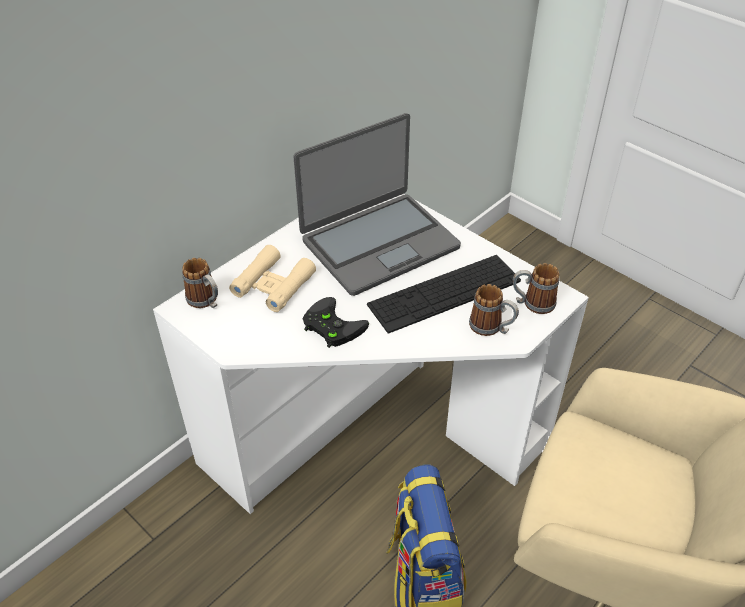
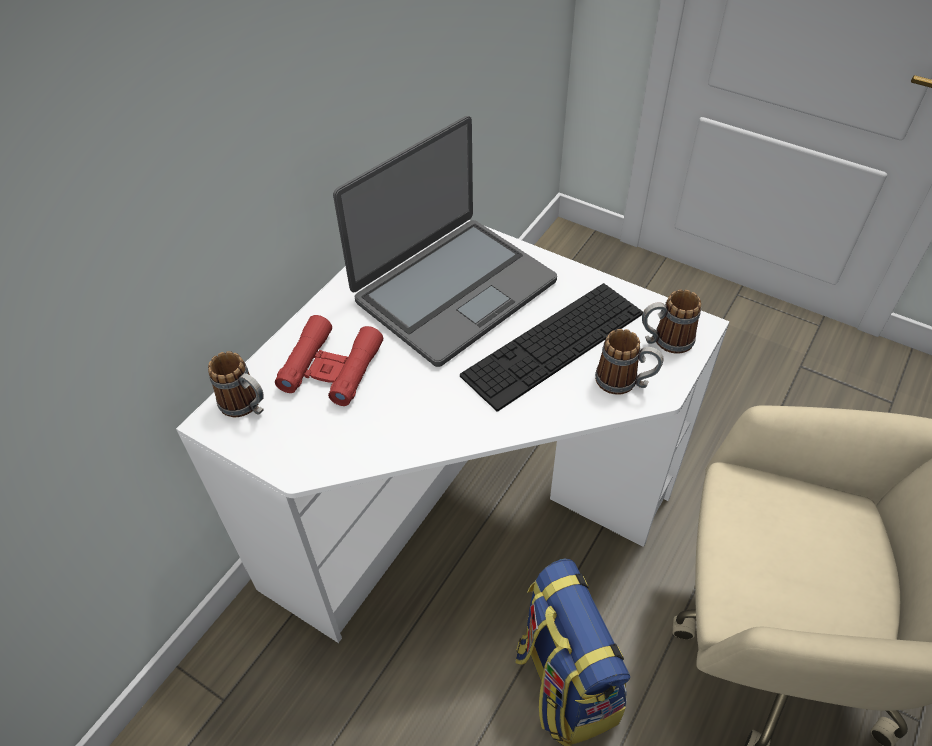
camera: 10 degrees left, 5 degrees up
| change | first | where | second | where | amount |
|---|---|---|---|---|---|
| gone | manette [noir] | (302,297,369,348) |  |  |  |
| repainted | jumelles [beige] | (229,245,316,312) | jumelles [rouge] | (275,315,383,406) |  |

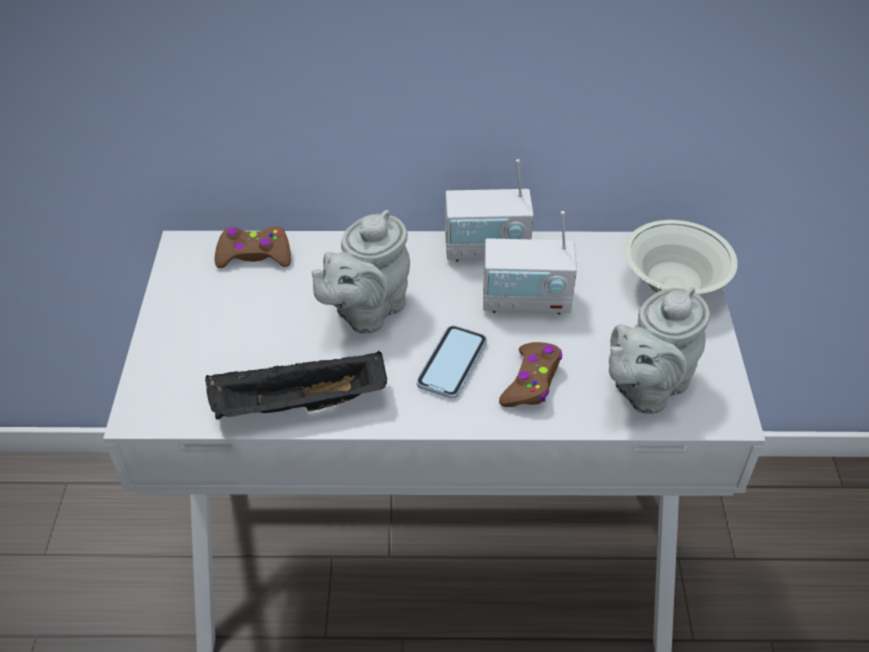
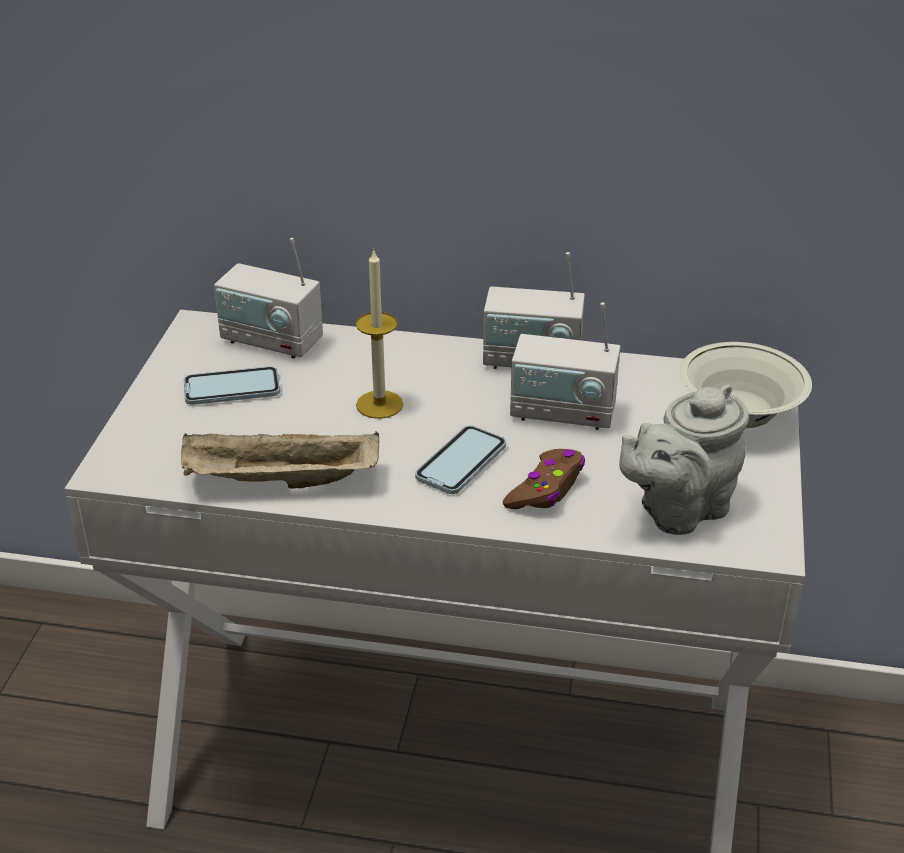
camera: 10 degrees right, 10 degrees down
| change | first | where | second | where | amount |
|---|---|---|---|---|---|
| new |  |  | téléphone | (184,366,280,405) |  |
| swapped | manette [marron] | (214,226,291,268) | radio | (214,238,323,358) |  |
| swapped | théière [gris] | (311,210,410,334) | bougie | (356,249,403,419) |  |
| repainted | plateau [noir] | (205,351,387,420) | plateau [beige] | (181,431,379,488) |  |

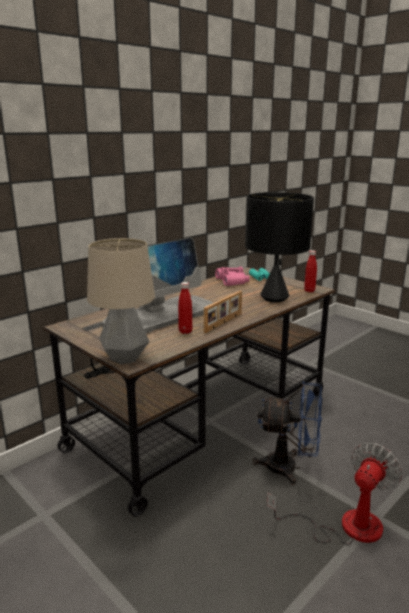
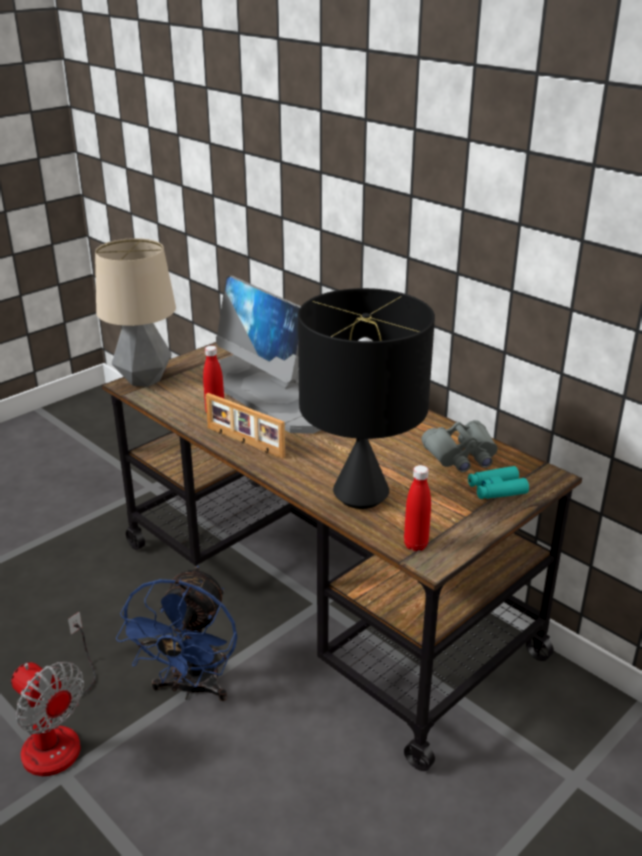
camera: 90 degrees right, 10 degrees up
| change | first | where | second | where | amount |
|---|---|---|---|---|---|
| repainted | jumelles [rose] | (215,266,250,286) | jumelles [gris] | (421,420,498,472) |  |

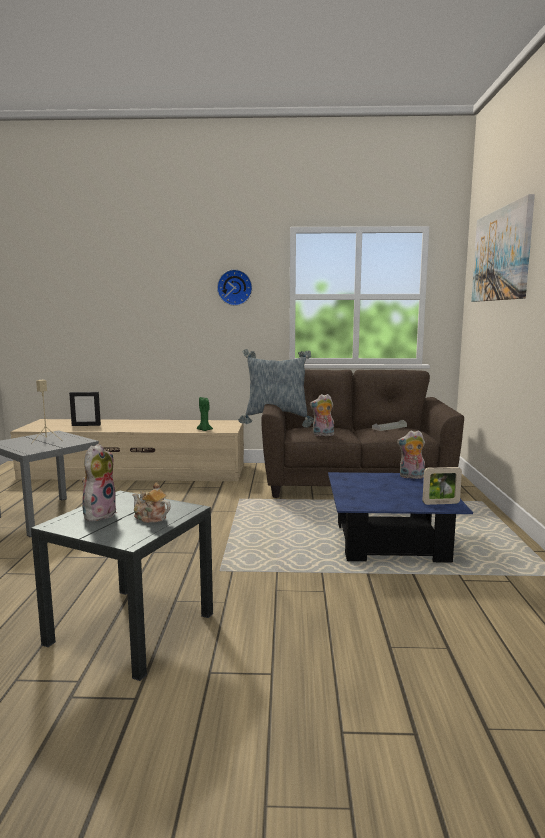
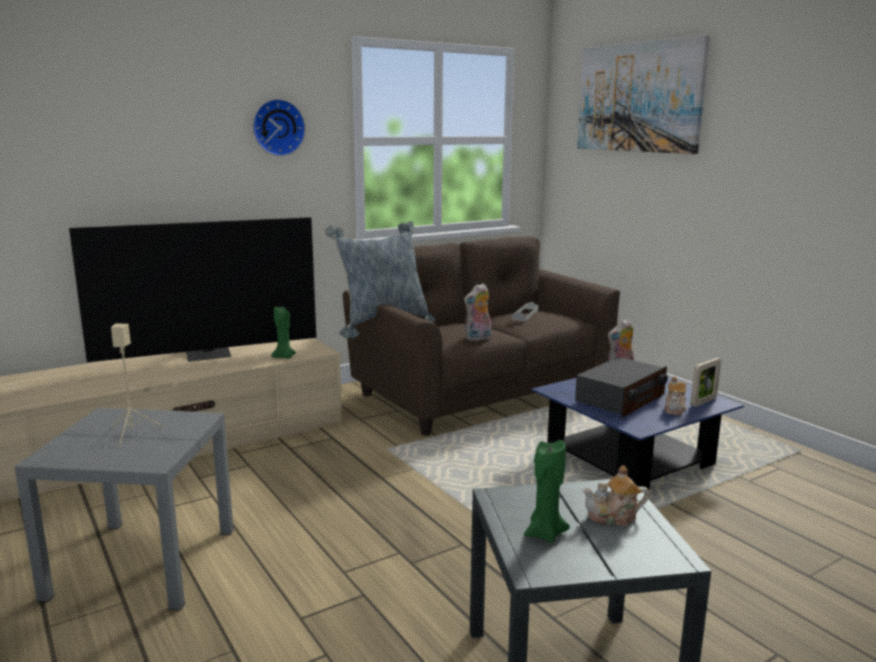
camera: 35 degrees left, 5 degrees up
| change | first | where | second | where | amount |
|---|---|---|---|---|---|
| gone | cadre photo | (69,392,101,426) |  |  |  |
| new |  |  | téléviseur | (69,217,316,362) |  |
| new |  |  | radio | (575,357,668,417) |  |
| new |  |  | théière | (665,377,686,415) |  |
| swapped | peluche | (82,444,117,521) | bougie [vert] | (524,440,570,543) |  |

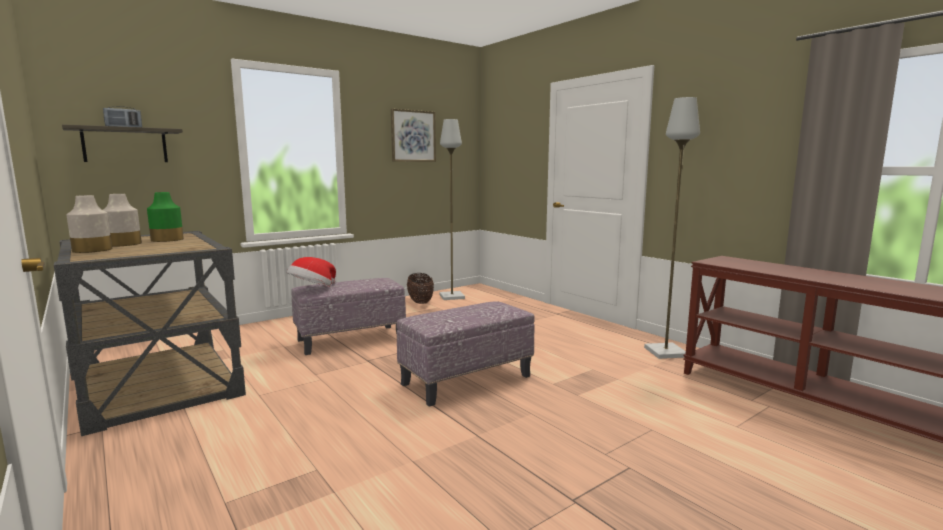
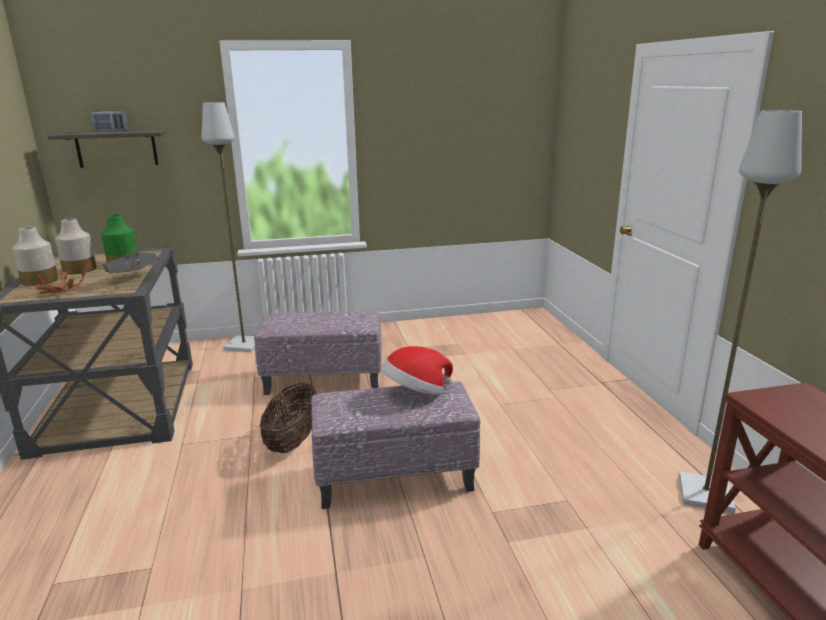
camera: 25 degrees right, 10 degrees up
| change | first | where | second | where | amount |
|---|---|---|---|---|---|
| gone | tableau | (391,109,436,162) |  |  |  |
| new |  |  | plante en pot | (35,263,91,294) |  |
| new |  |  | journal | (102,253,160,274) |  |
| shifted | chapeau | (287,257,336,287) |  | (381,346,453,395) |  |
| shifted | panier | (407,273,434,304) |  | (260,383,317,453) |  |
| shifted | lampadaire [gris] | (439,119,465,300) |  | (202,102,255,352) |  |

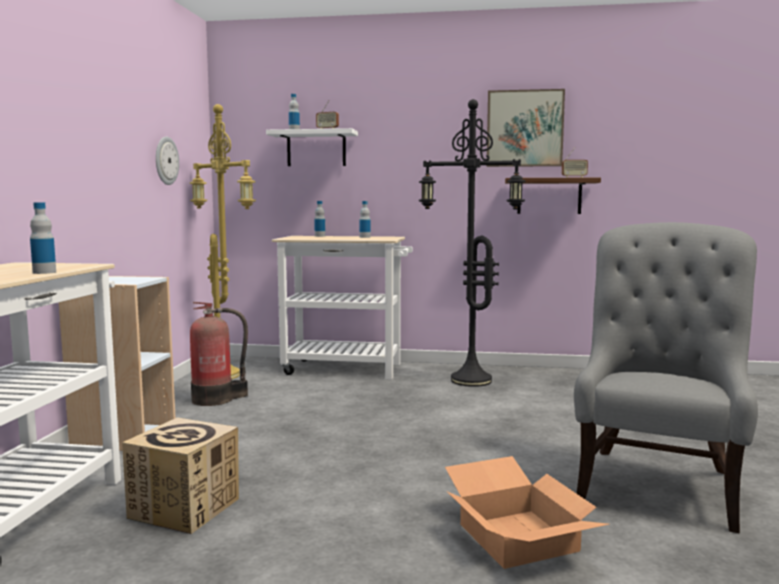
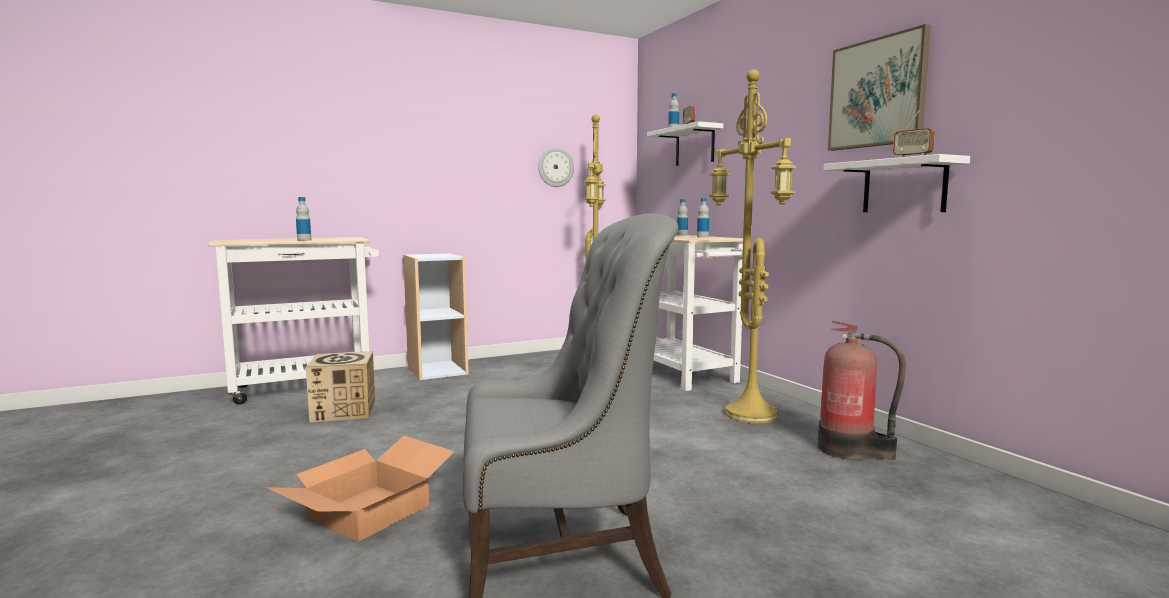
camera: 55 degrees right, 0 degrees up
| change | first | where | second | where | amount |
|---|---|---|---|---|---|
| shifted | extincteur | (190,302,248,406) |  | (818,321,906,460) |  |
| repainted | lampadaire [noir] | (419,99,525,387) | lampadaire [jaune] | (709,69,796,423) |  |
| repainted | étagère [marron] | (505,177,601,214) | étagère [blanc] | (823,154,970,212) |  |

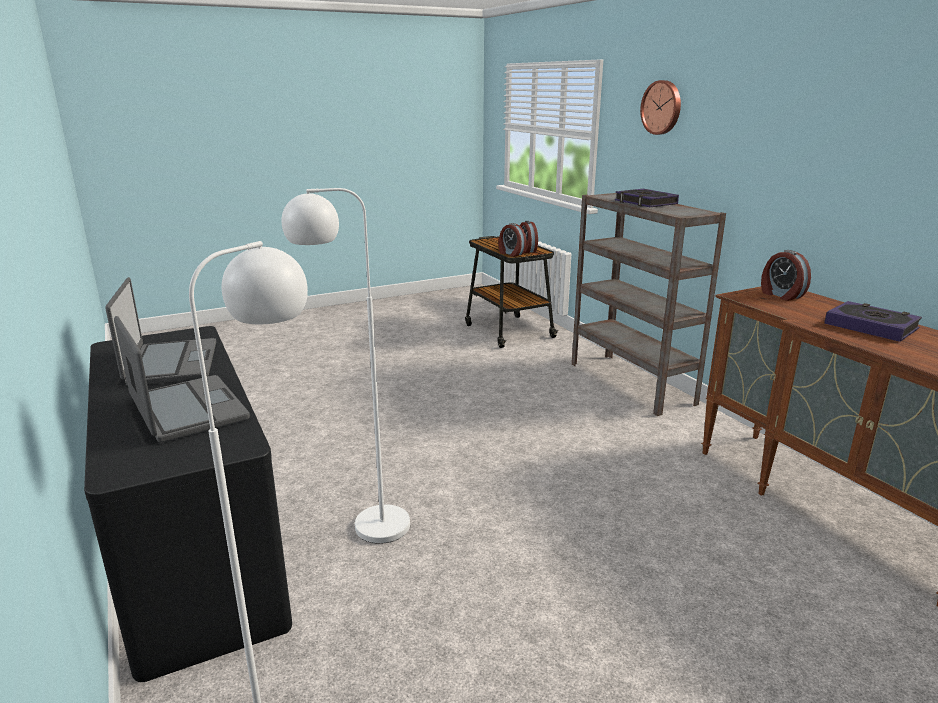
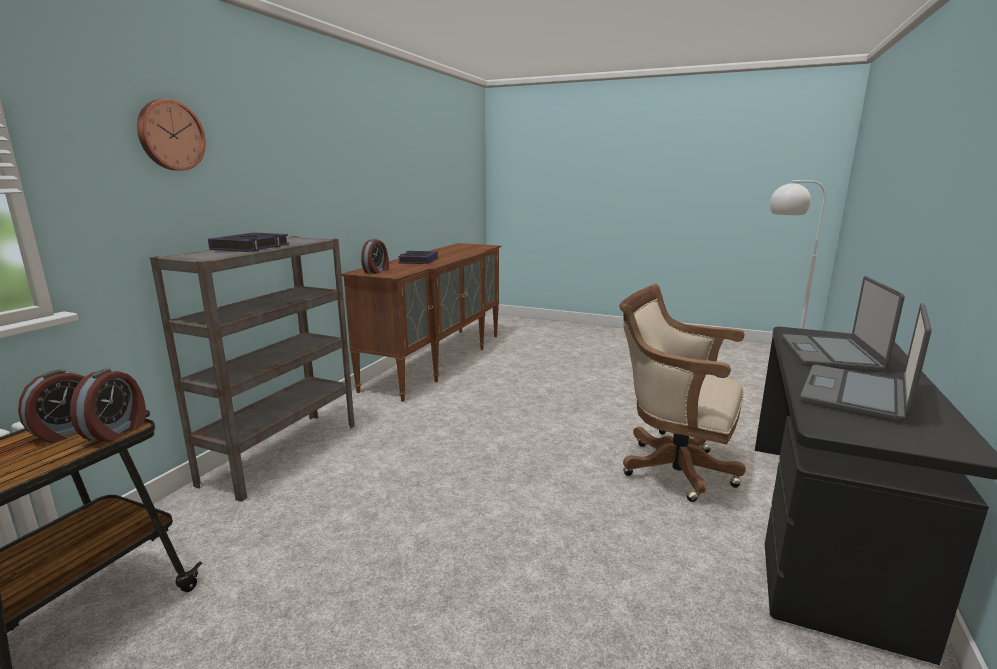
camera: 130 degrees left, 5 degrees down
| change | first | where | second | where | amount |
|---|---|---|---|---|---|
| swapped | lampadaire [blanc] | (282,188,410,544) | chaise de bureau | (619,284,746,502) |  |

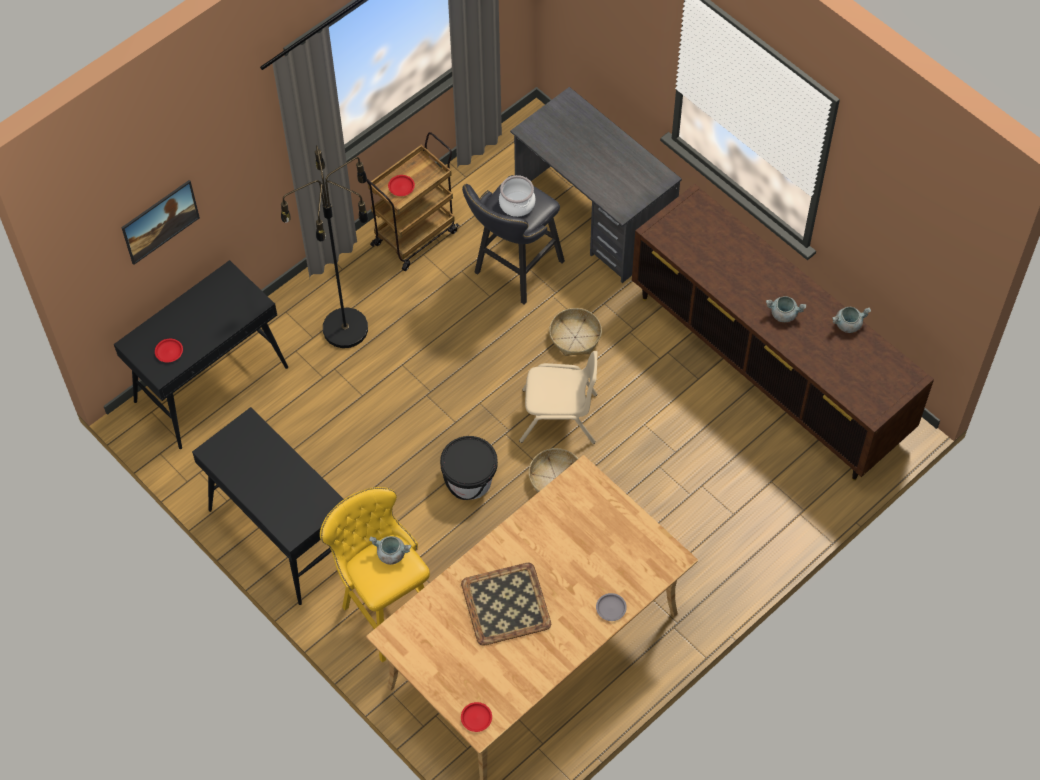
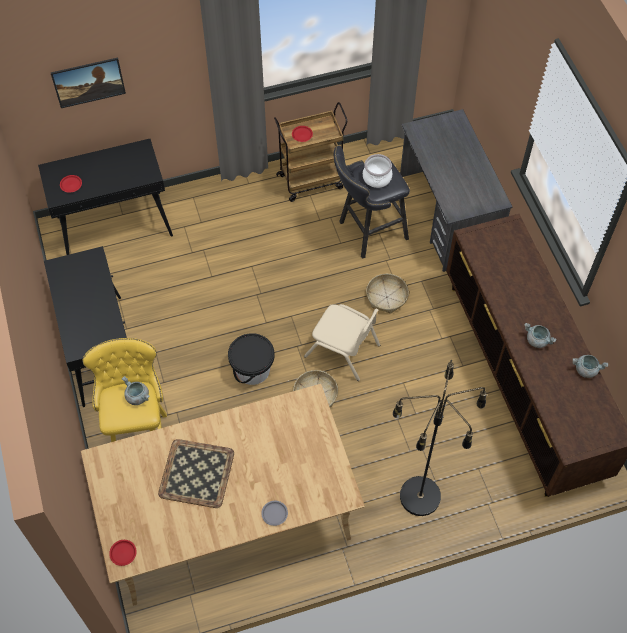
camera: 25 degrees right, 0 degrees up
| change | first | where | second | where | amount |
|---|---|---|---|---|---|
| shifted | lampadaire | (281,145,368,348) |  | (393,360,487,516) |  |

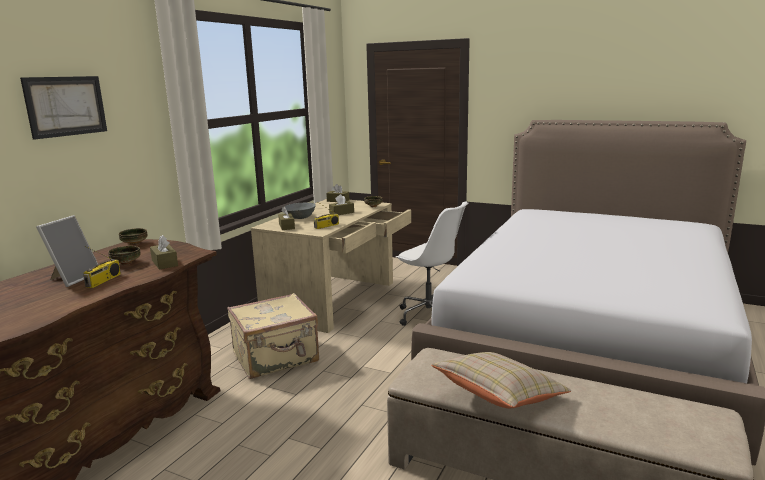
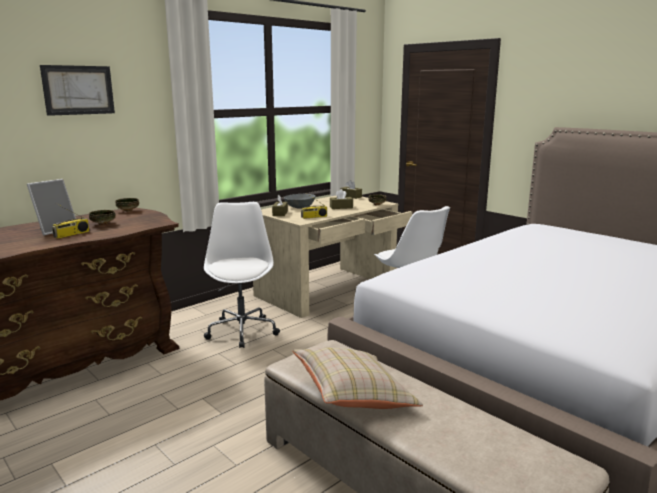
camera: 20 degrees right, 0 degrees up
| change | first | where | second | where | amount |
|---|---|---|---|---|---|
| gone | boîte à mouchoirs [marron] | (150,235,178,270) |  |  |  |
| swapped | valise [beige] | (227,293,319,379) | chaise de bureau [blanc] | (204,202,280,348) |  |

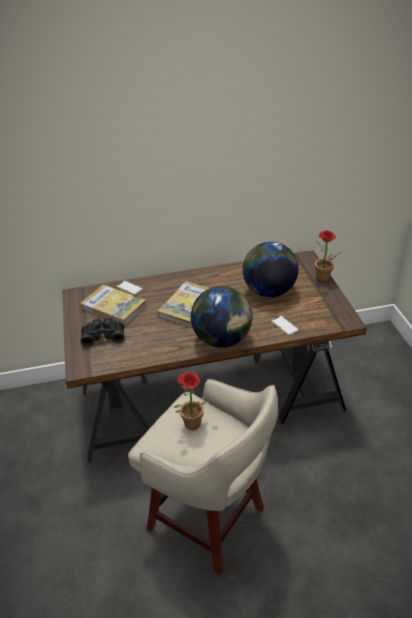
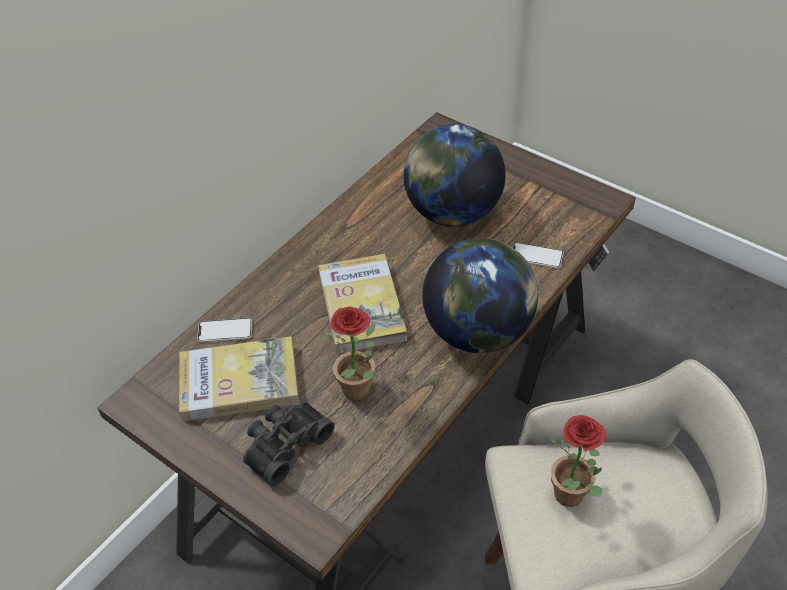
camera: 40 degrees left, 10 degrees up
| change | first | where | second | where | amount |
|---|---|---|---|---|---|
| shifted | plante en pot | (315,230,342,282) |  | (323,306,375,401) |  |

